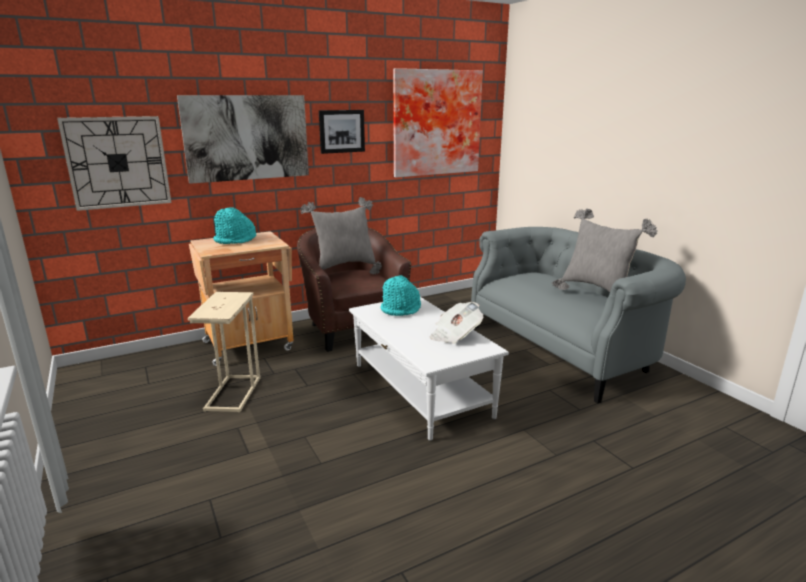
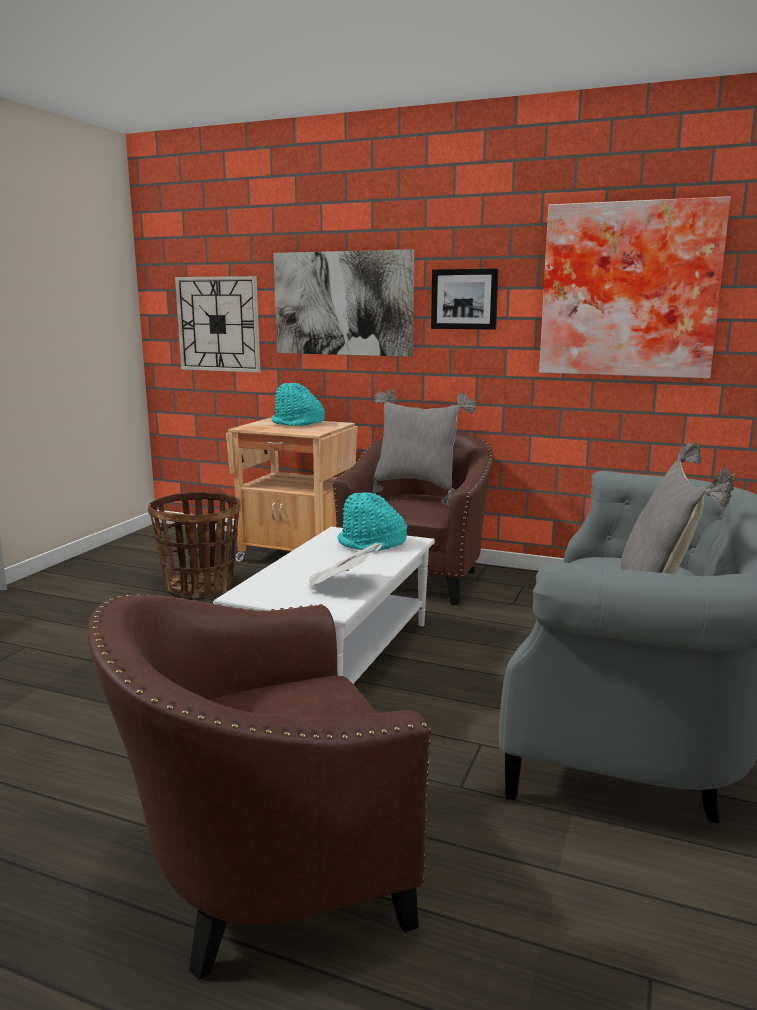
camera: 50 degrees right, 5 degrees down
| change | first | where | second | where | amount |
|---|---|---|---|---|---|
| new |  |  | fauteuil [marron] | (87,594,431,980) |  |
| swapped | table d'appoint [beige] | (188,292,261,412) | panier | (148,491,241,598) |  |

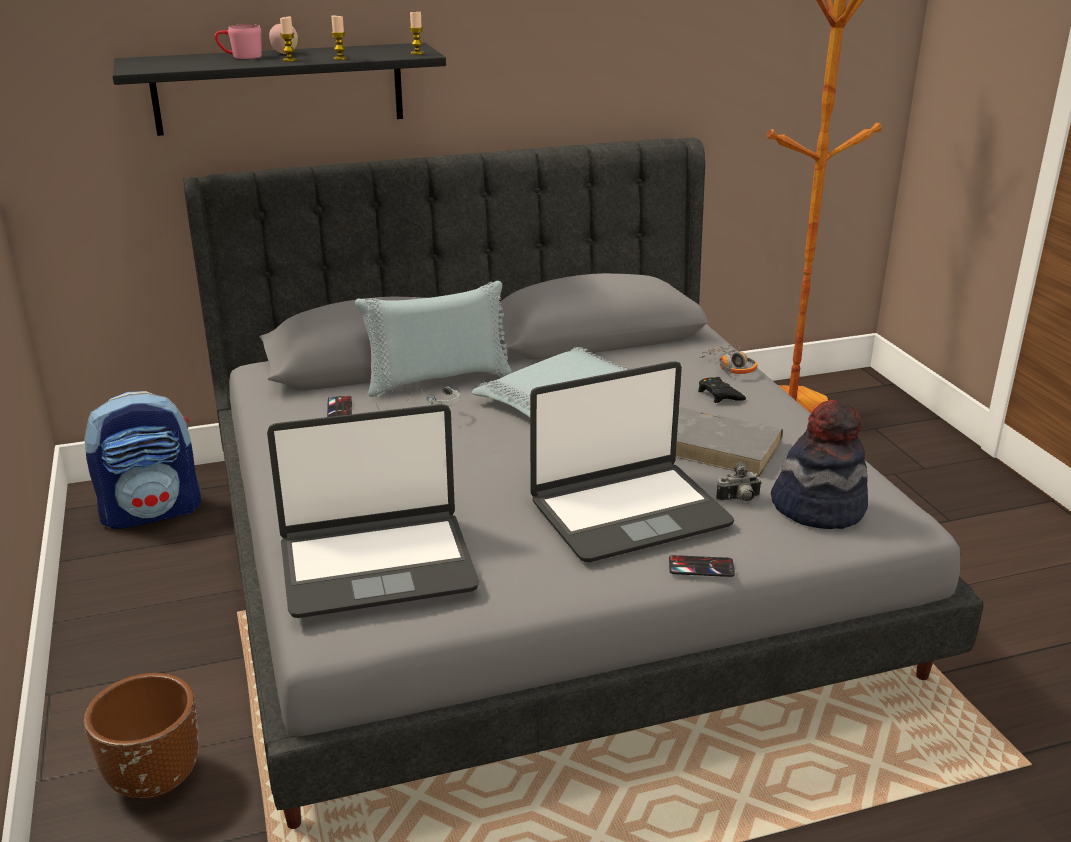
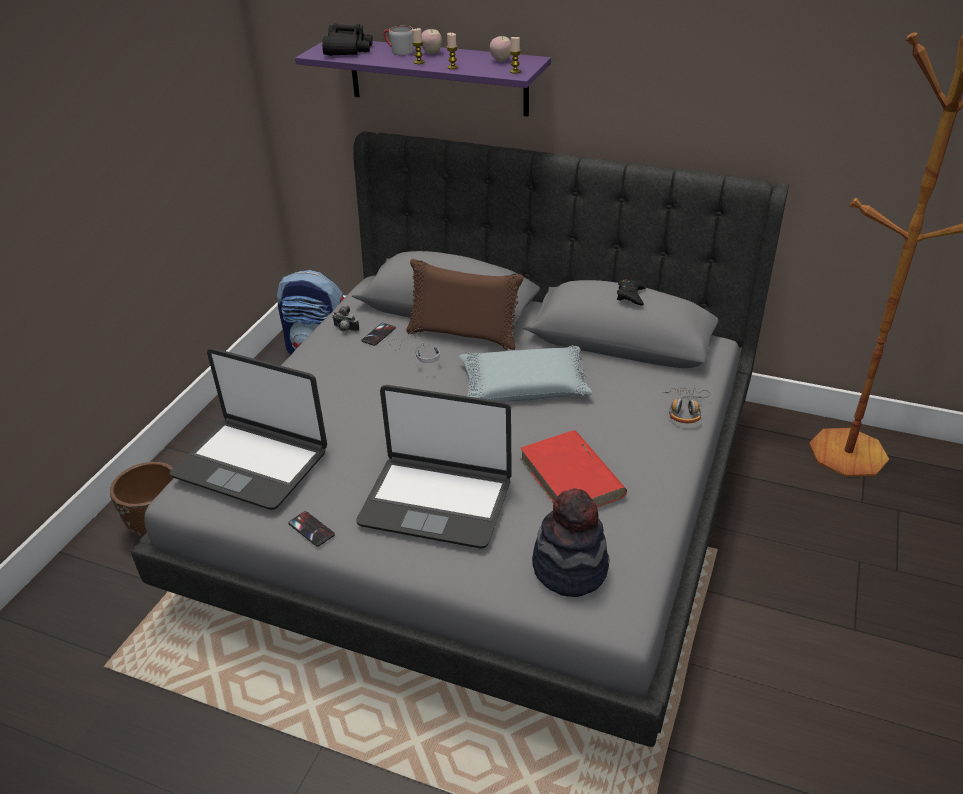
camera: 40 degrees right, 10 degrees up
| change | first | where | second | where | amount |
|---|---|---|---|---|---|
| new |  |  | jumelles [noir] | (322,23,373,56) |  |
| new |  |  | pomme | (490,35,511,62) |  |
| shifted | téléphone | (669,555,735,577) |  | (288,511,335,547) |  |
| shifted | manette [noir] | (698,377,746,403) |  | (617,279,646,305) |  |
| shifted | appareil photo | (716,461,762,502) |  | (333,306,359,332) |  |
| repainted | étagère [noir] | (112,43,446,136) | étagère [violet] | (295,41,551,116) |  |
| repainted | mug [rose] | (215,24,262,59) | mug [gris] | (384,26,413,55) |  |
| repainted | coussin [bleu] | (355,281,512,398) | coussin [marron] | (406,259,524,350) |  |
| repainted | livre [gris] | (676,407,783,477) | livre [rouge] | (520,430,627,508) |  |

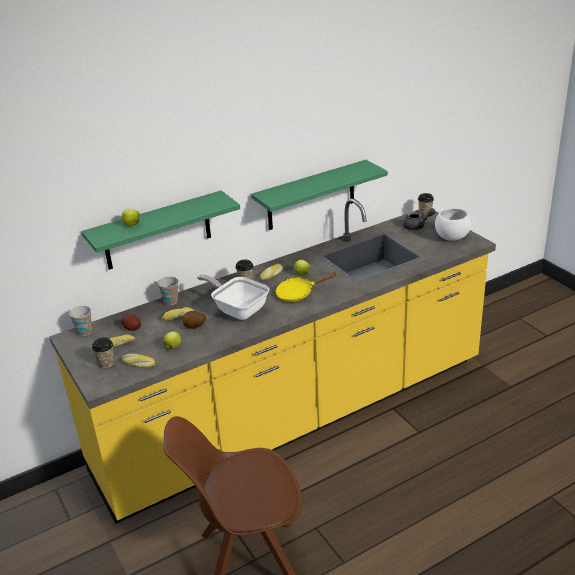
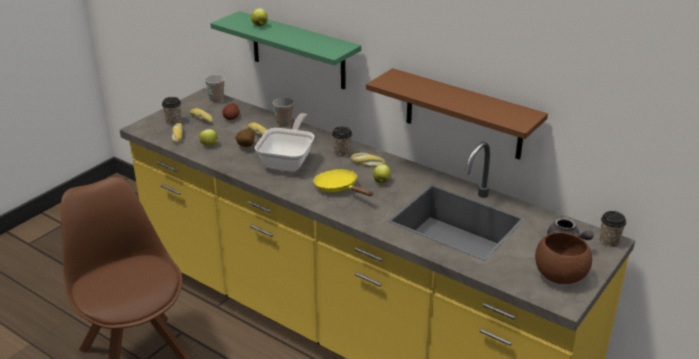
camera: 65 degrees right, 0 degrees up
| change | first | where | second | where | amount |
|---|---|---|---|---|---|
| repainted | étagère [vert] | (251,160,388,230) | étagère [marron] | (366,68,548,160) |  |
| repainted | bol [blanc] | (435,208,471,241) | bol [marron] | (535,232,592,284) |  |

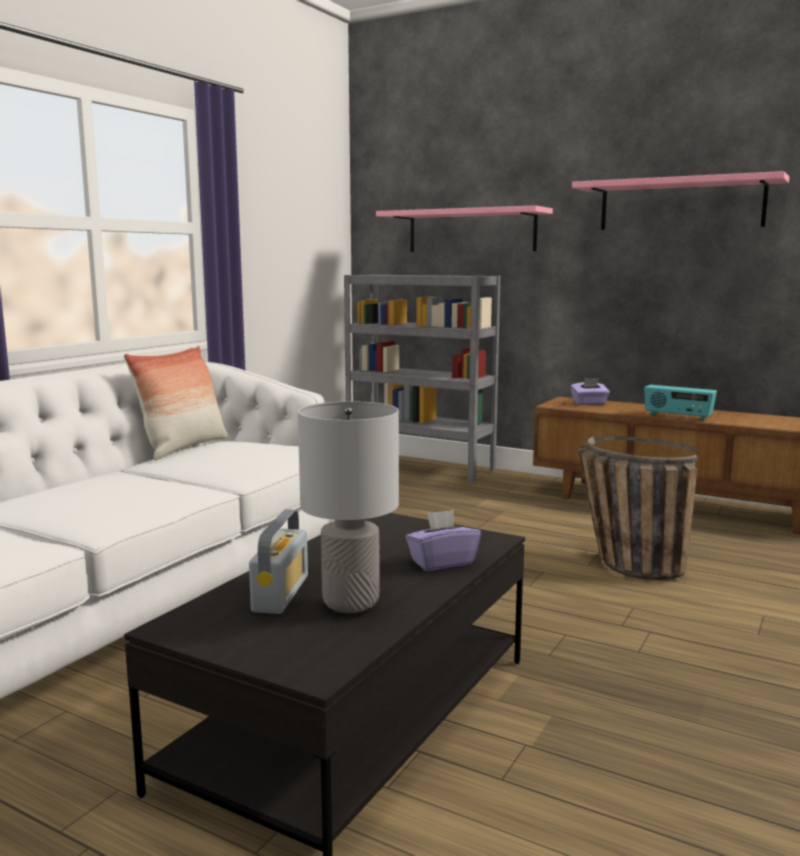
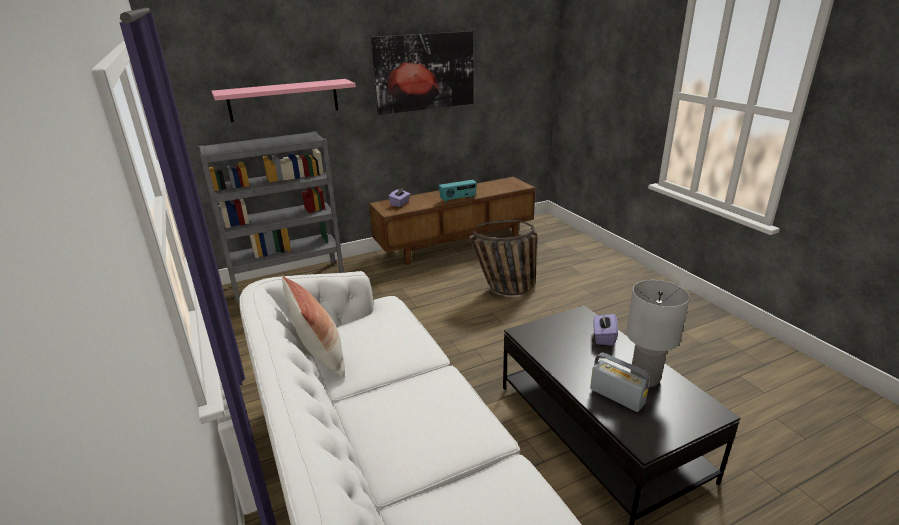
camera: 55 degrees left, 15 degrees up
| change | first | where | second | where | amount |
|---|---|---|---|---|---|
| swapped | étagère [rose] | (572,171,789,230) | tableau | (371,31,474,115) |  |

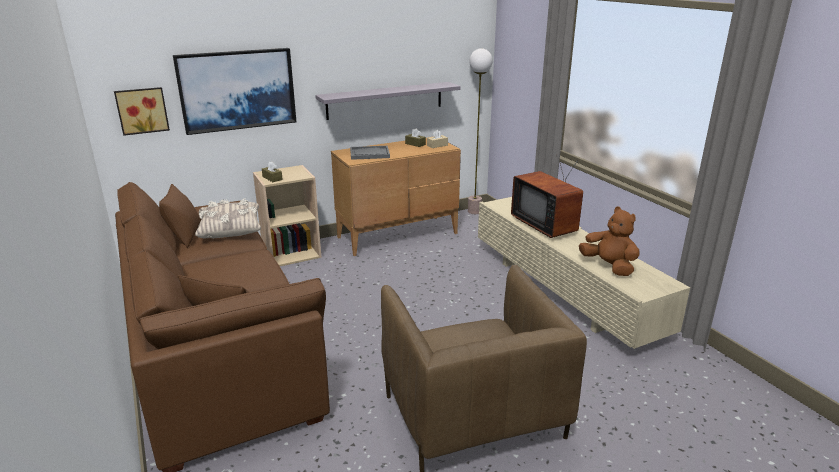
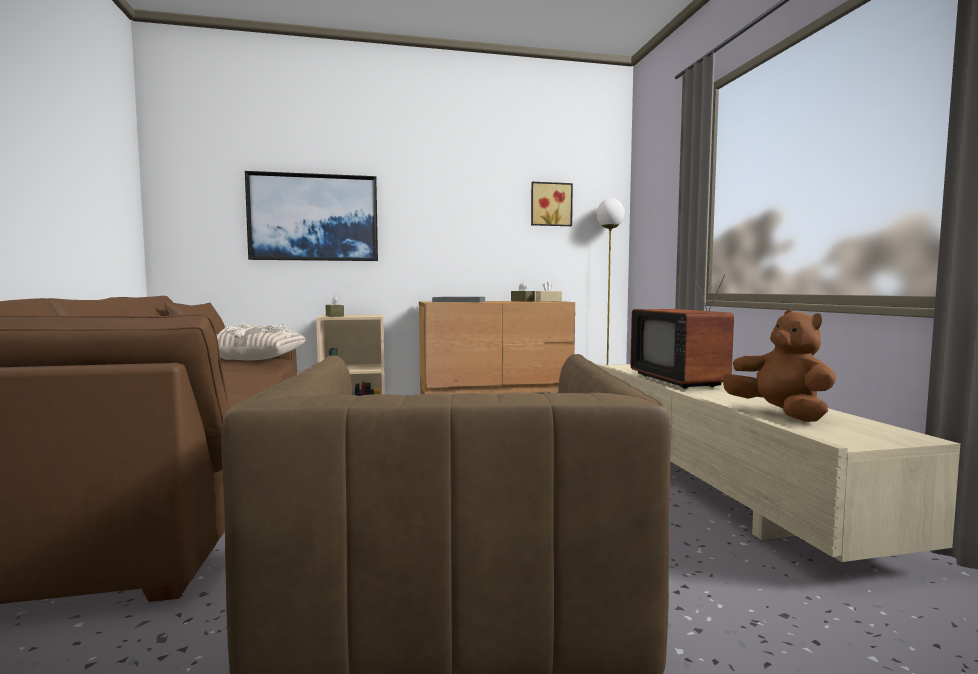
camera: 15 degrees right, 20 degrees down
| change | first | where | second | where | amount |
|---|---|---|---|---|---|
| gone | étagère [gris] | (315,82,461,120) |  |  |  |
| shifted | tableau | (114,87,170,136) |  | (531,182,573,226) |  |

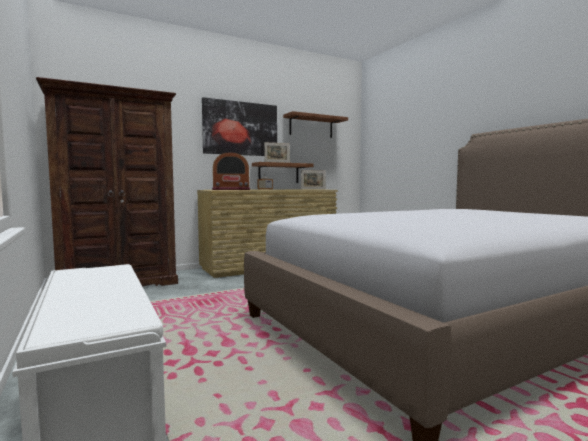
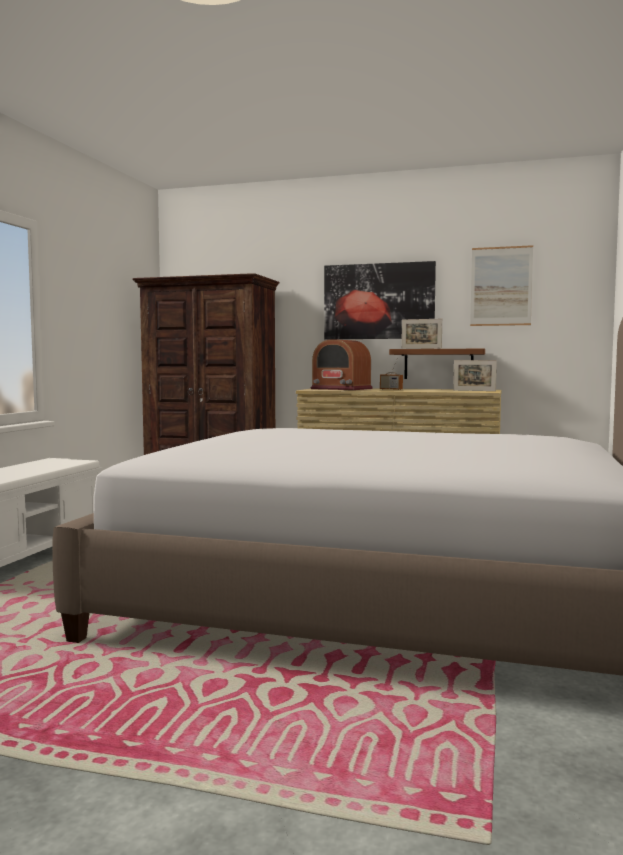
camera: 45 degrees right, 0 degrees up
| change | first | where | second | where | amount |
|---|---|---|---|---|---|
| swapped | étagère [marron] | (283,111,348,138) | tableau | (470,245,533,326) |  |

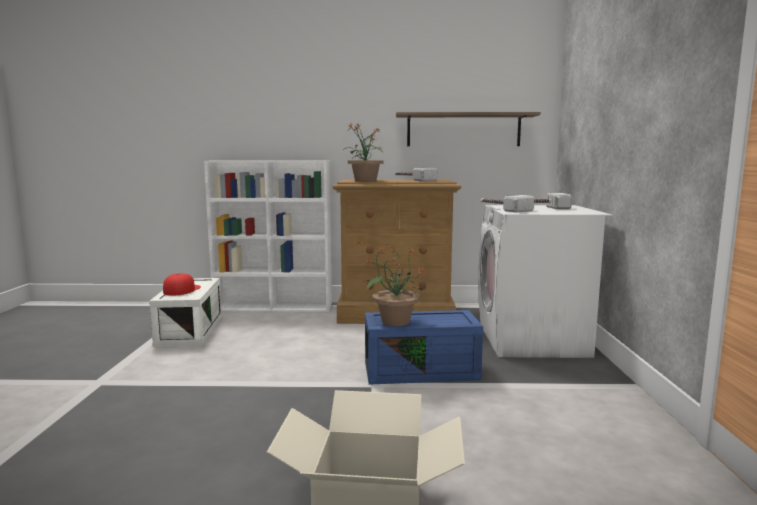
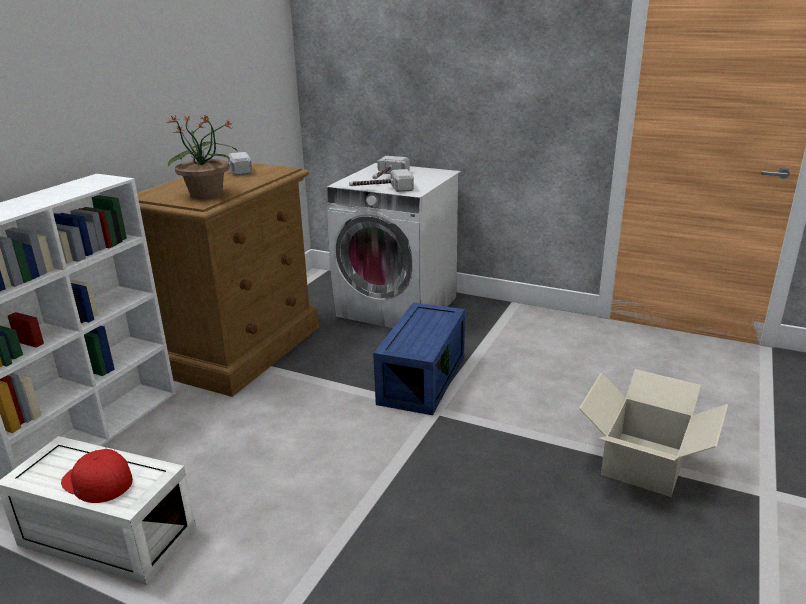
camera: 65 degrees left, 15 degrees up
| change | first | where | second | where | amount |
|---|---|---|---|---|---|
| gone | plante en pot | (364,245,427,326) |  |  |  |
| gone | étagère | (396,112,541,146) |  |  |  |

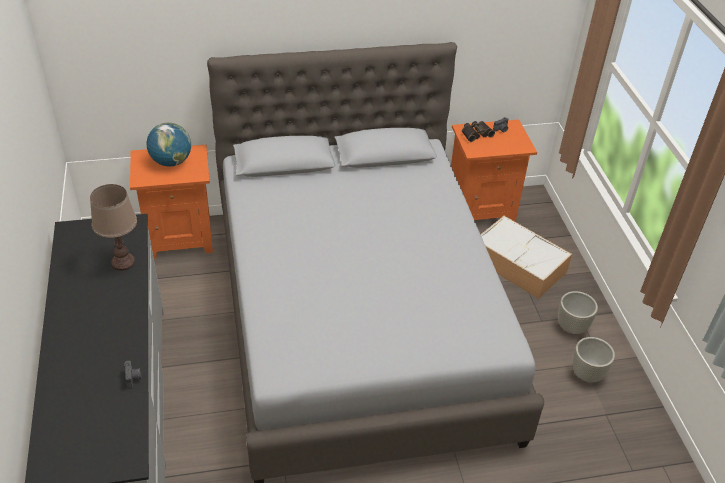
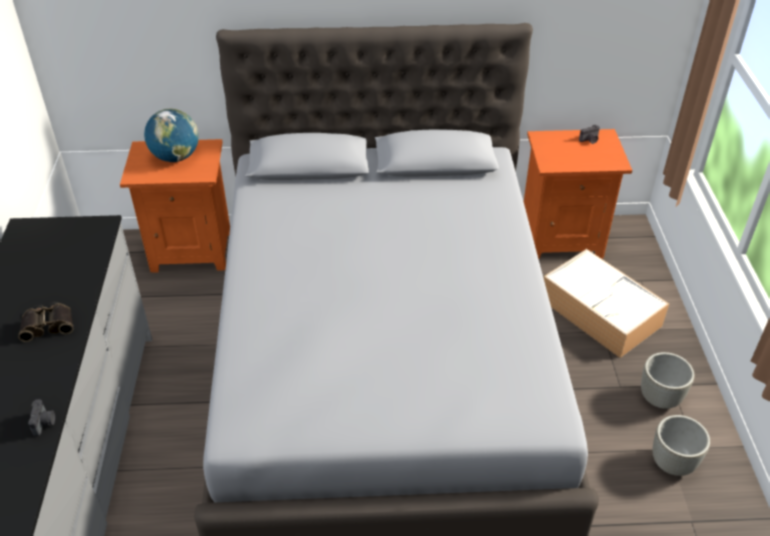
camera: 10 degrees right, 0 degrees up
| change | first | where | second | where | amount |
|---|---|---|---|---|---|
| gone | lampe de table [marron] | (90,184,137,271) |  |  |  |
| shifted | jumelles | (462,121,495,142) |  | (18,301,73,342) |  |

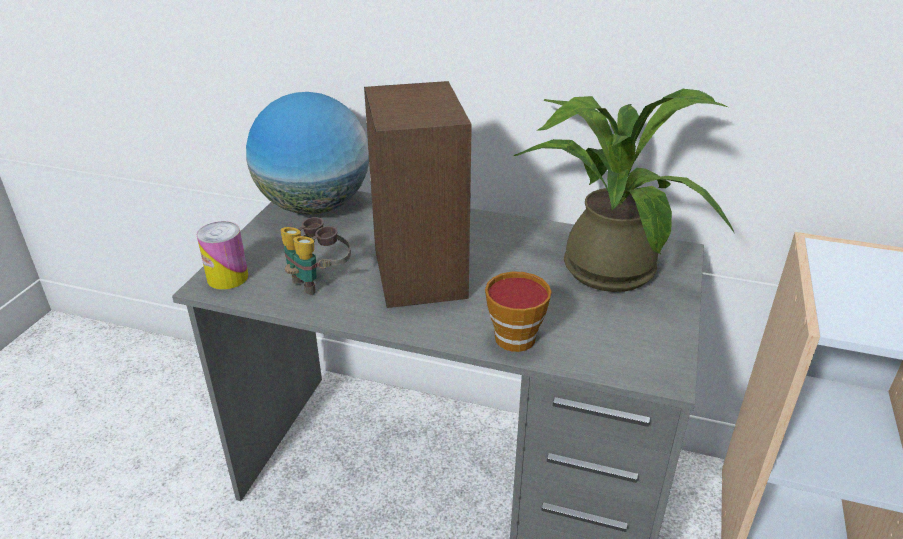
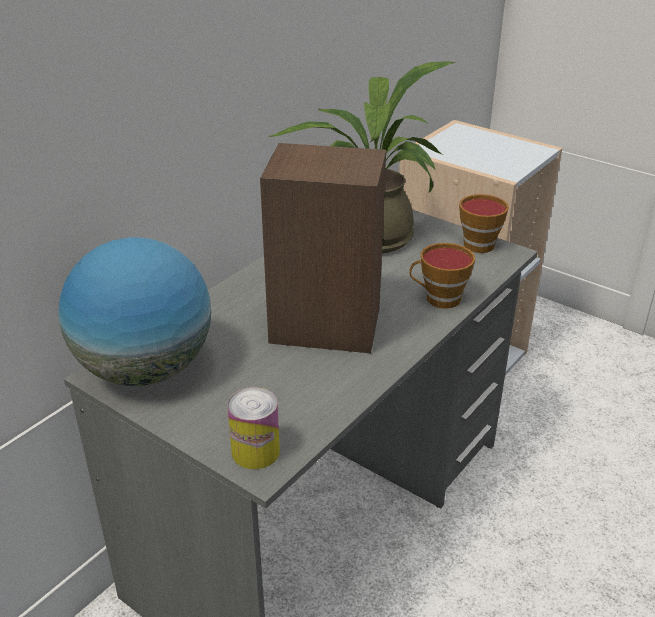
camera: 70 degrees left, 0 degrees up
| change | first | where | second | where | amount |
|---|---|---|---|---|---|
| gone | jumelles | (280,217,351,295) |  |  |  |
| new |  |  | tasse | (459,194,509,253) |  |

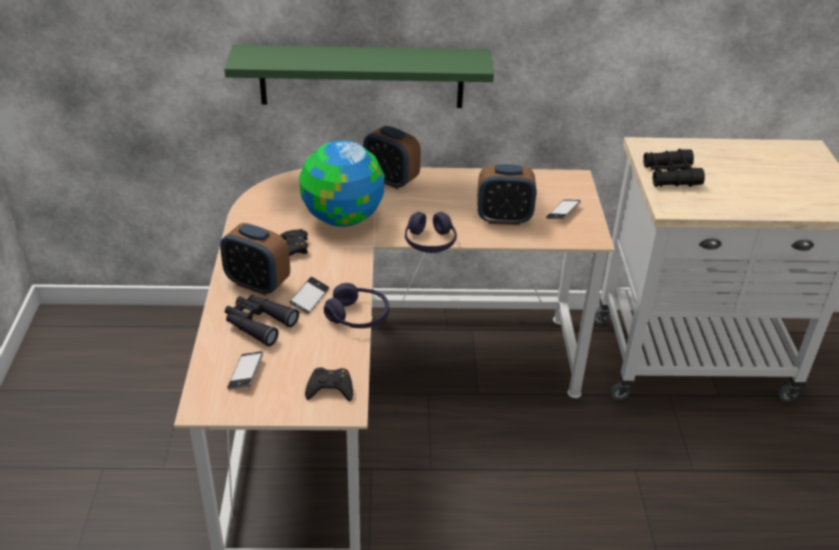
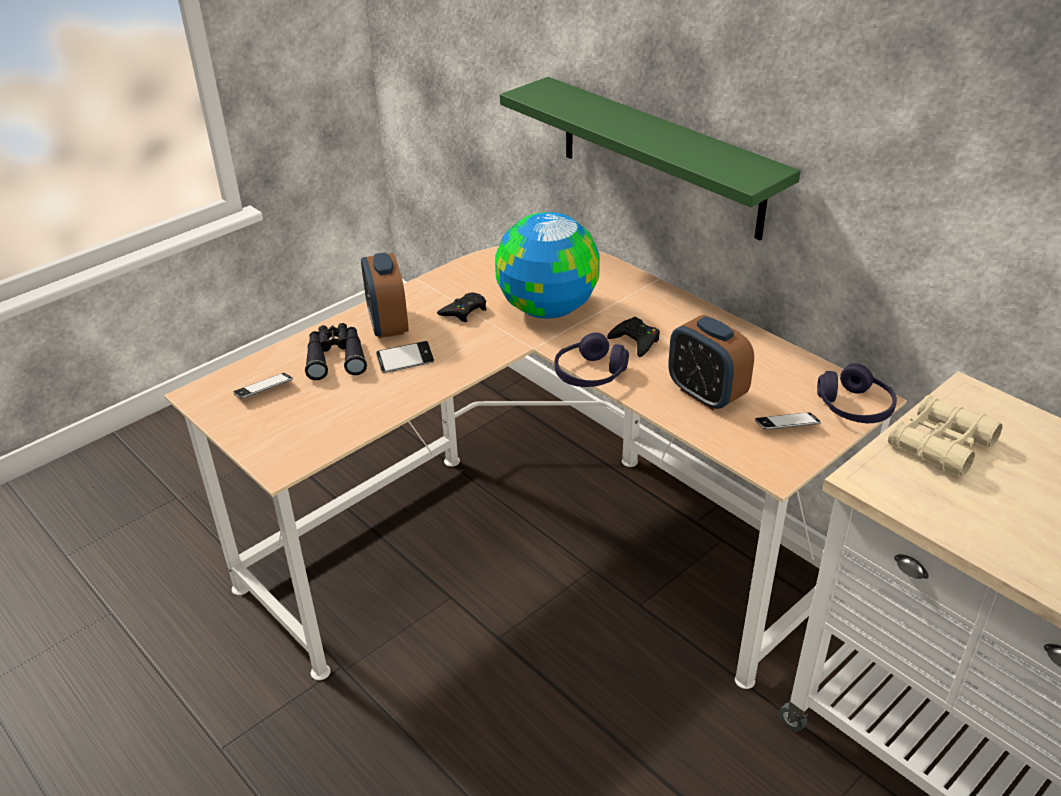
camera: 50 degrees right, 0 degrees up
| change | first | where | second | where | amount |
|---|---|---|---|---|---|
| gone | réveil | (363,126,421,189) |  |  |  |
| shifted | manette [noir] | (305,368,353,402) |  | (607,317,660,357) |  |
| shifted | casque audio [violet] | (324,283,389,328) |  | (817,363,897,423) |  |
| repainted | jumelles [noir] | (643,149,705,187) | jumelles [beige] | (888,395,1003,476) |  |

